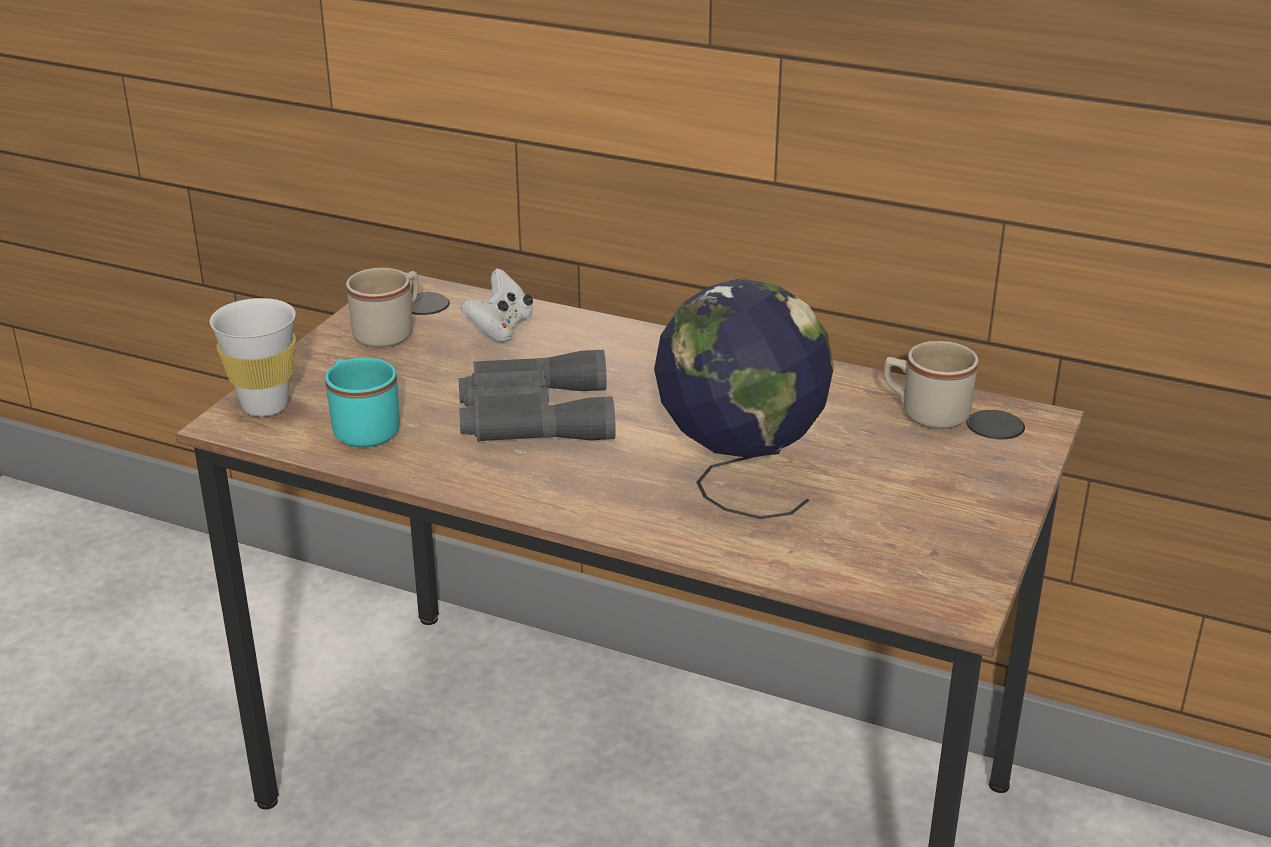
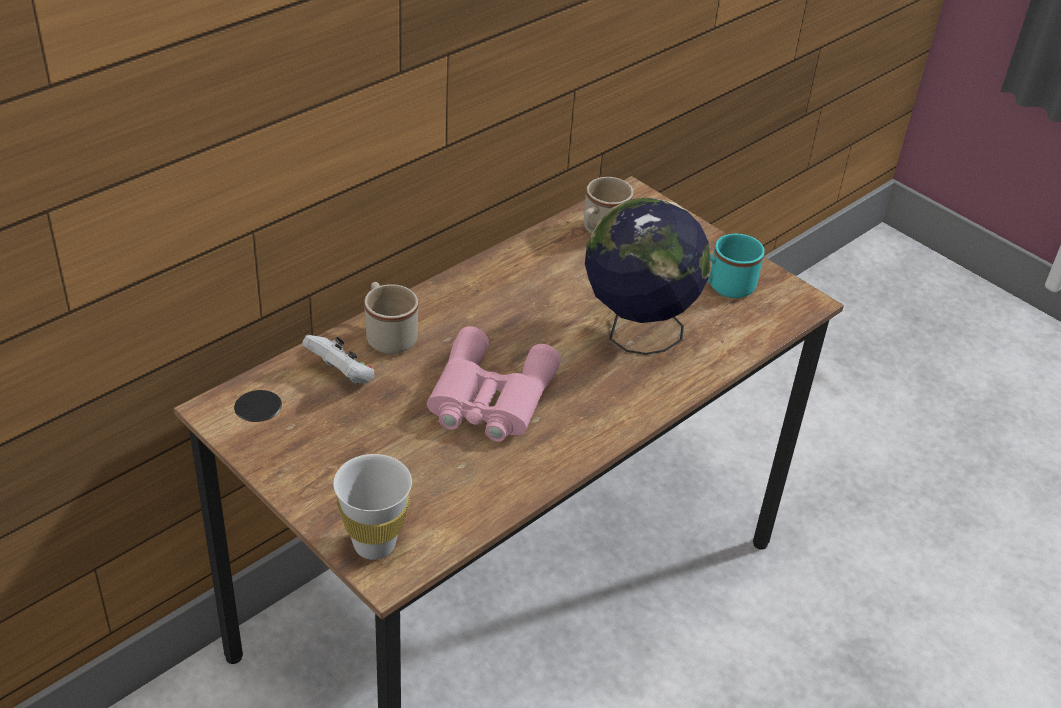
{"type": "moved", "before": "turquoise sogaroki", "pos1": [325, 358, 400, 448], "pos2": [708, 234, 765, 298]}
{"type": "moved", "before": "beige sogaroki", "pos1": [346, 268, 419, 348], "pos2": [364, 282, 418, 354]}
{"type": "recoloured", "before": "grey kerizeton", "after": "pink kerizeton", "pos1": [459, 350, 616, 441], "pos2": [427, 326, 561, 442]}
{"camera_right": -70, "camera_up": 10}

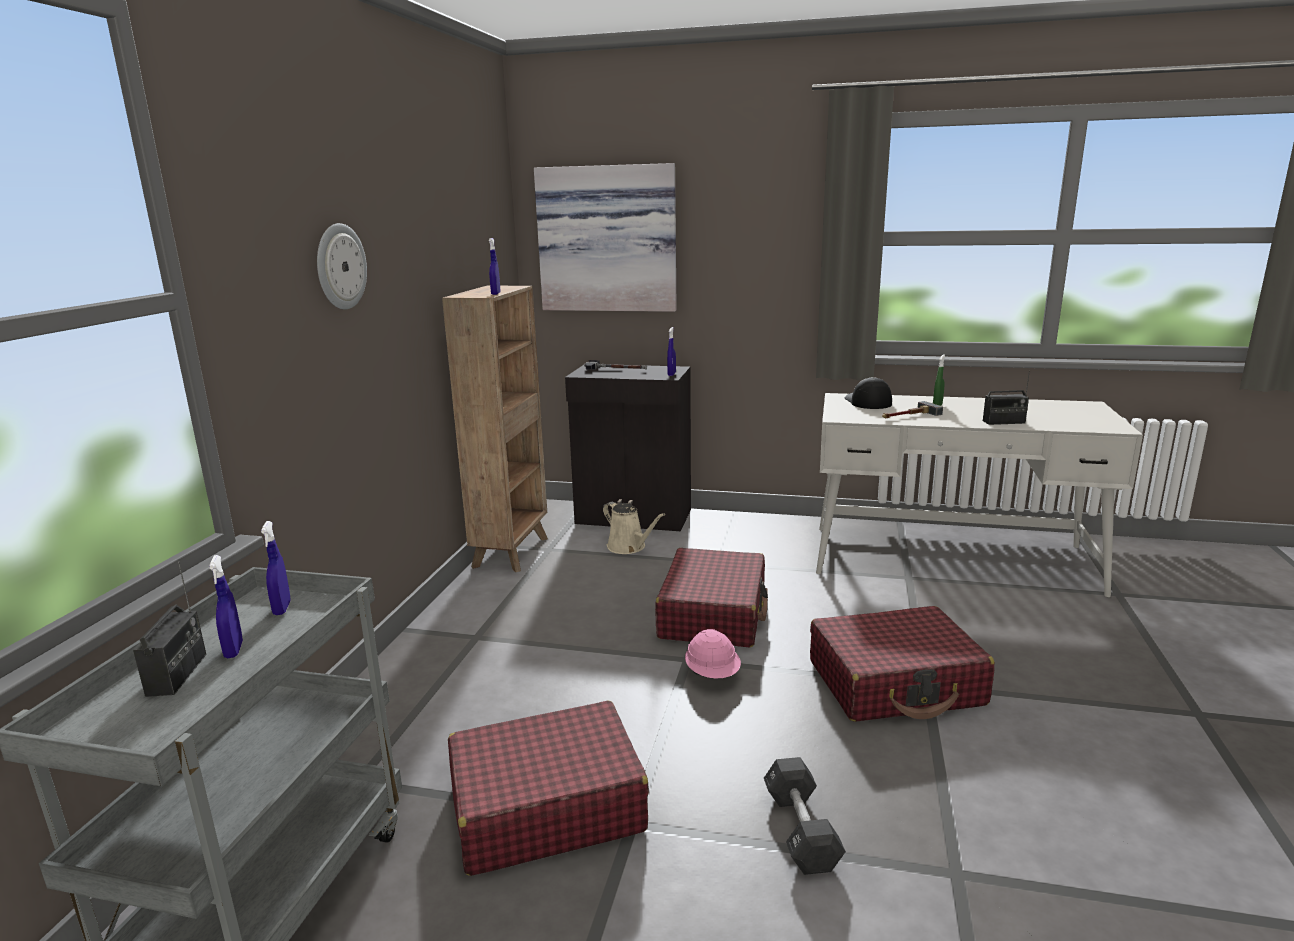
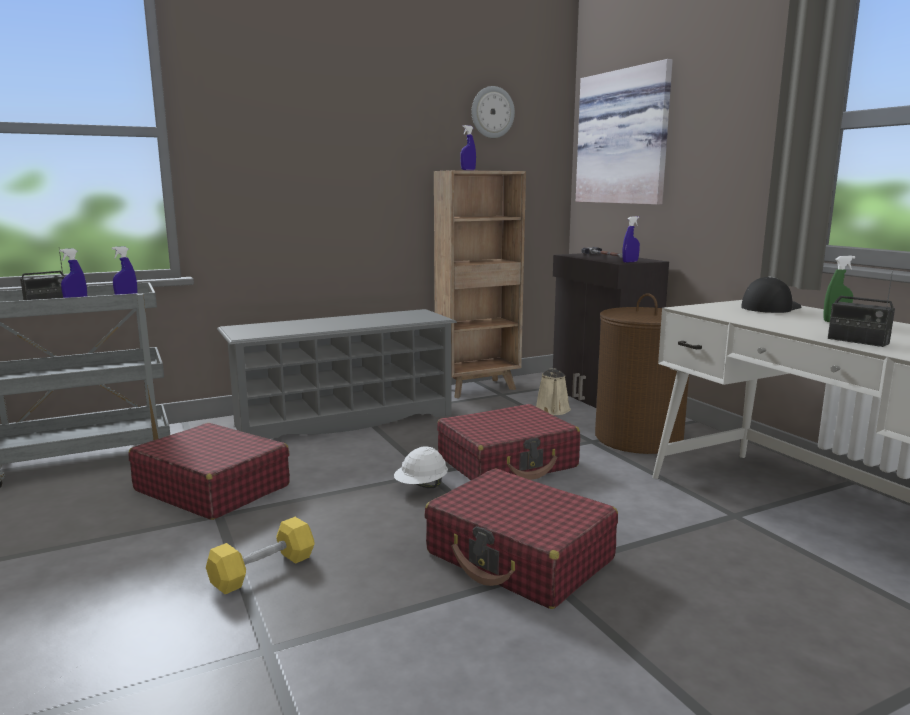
{"type": "removed", "before": "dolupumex", "pos1": [882, 401, 943, 418]}
{"type": "added", "after": "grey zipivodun", "pos2": [217, 309, 457, 439]}
{"type": "added", "after": "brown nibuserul", "pos2": [595, 293, 689, 454]}
{"type": "moved", "before": "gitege", "pos1": [317, 223, 367, 310], "pos2": [472, 86, 515, 138]}
{"type": "recoloured", "before": "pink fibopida", "after": "white fibopida", "pos1": [685, 629, 741, 678], "pos2": [394, 446, 448, 488]}
{"type": "recoloured", "before": "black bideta", "after": "yellow bideta", "pos1": [764, 757, 846, 875], "pos2": [206, 517, 315, 594]}
{"camera_right": 50, "camera_up": -5}

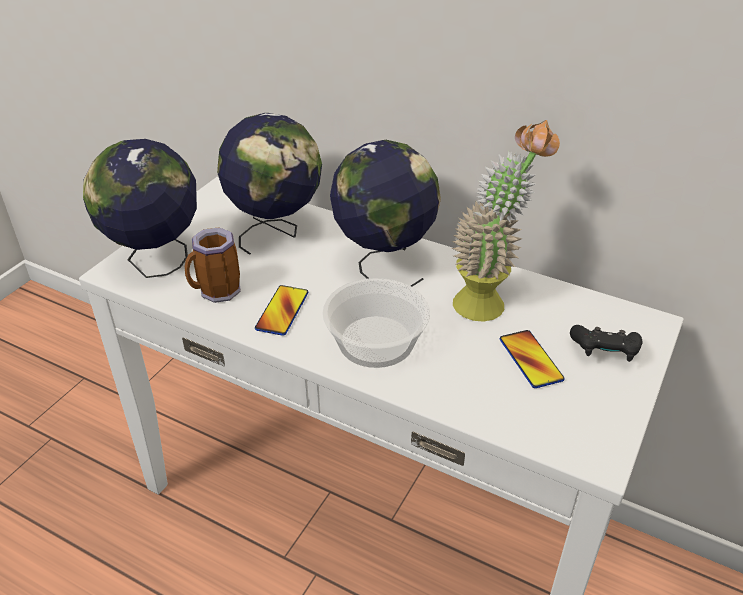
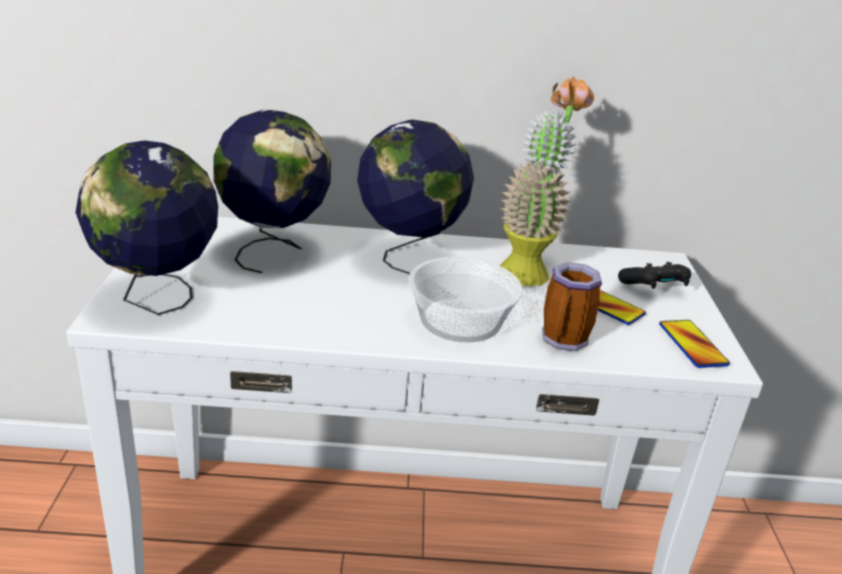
{"type": "moved", "before": "sogaroki", "pos1": [185, 228, 241, 303], "pos2": [542, 262, 602, 351]}
{"type": "moved", "before": "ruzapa", "pos1": [255, 285, 309, 336], "pos2": [659, 320, 730, 368]}
{"camera_right": -30, "camera_up": -10}

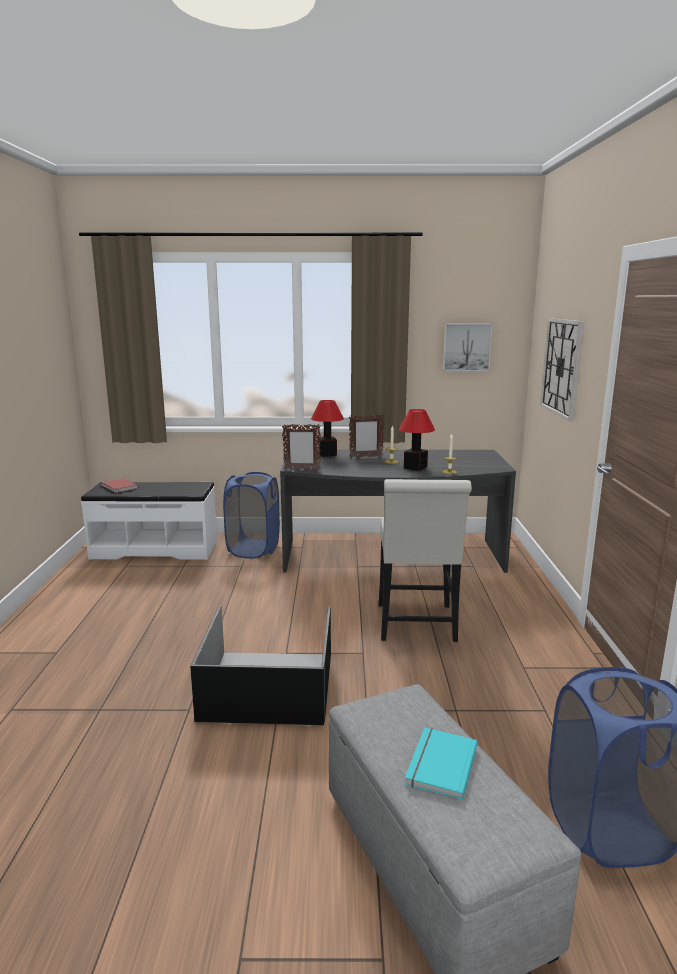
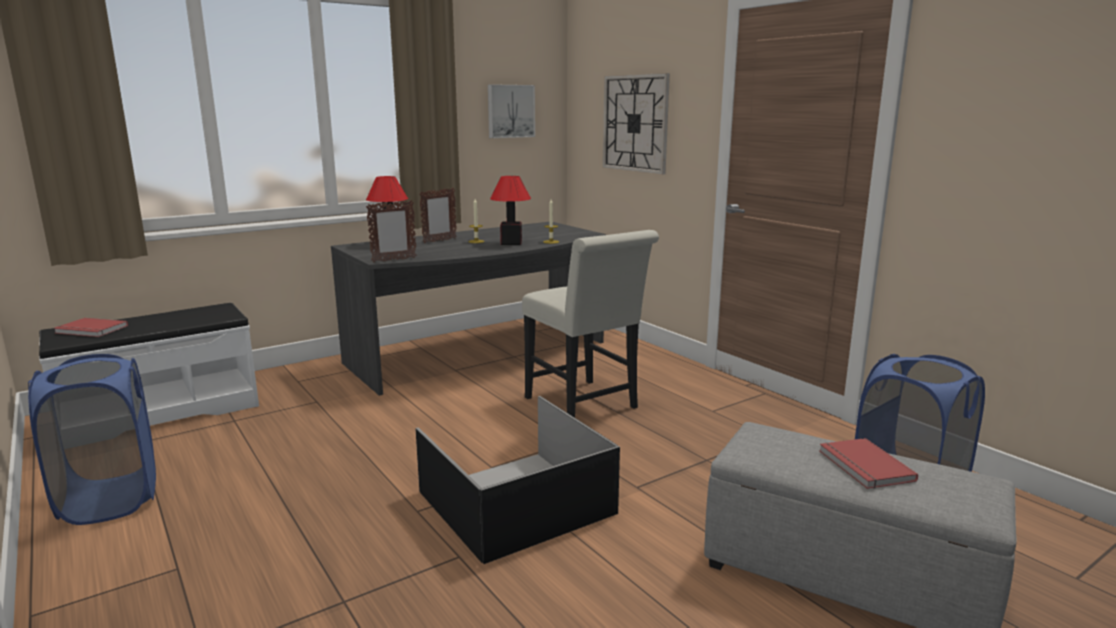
{"type": "moved", "before": "blue nibuserul", "pos1": [223, 472, 280, 558], "pos2": [28, 354, 156, 525]}
{"type": "recoloured", "before": "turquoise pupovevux", "after": "red pupovevux", "pos1": [404, 728, 477, 800], "pos2": [819, 438, 918, 489]}
{"camera_right": -35, "camera_up": 0}

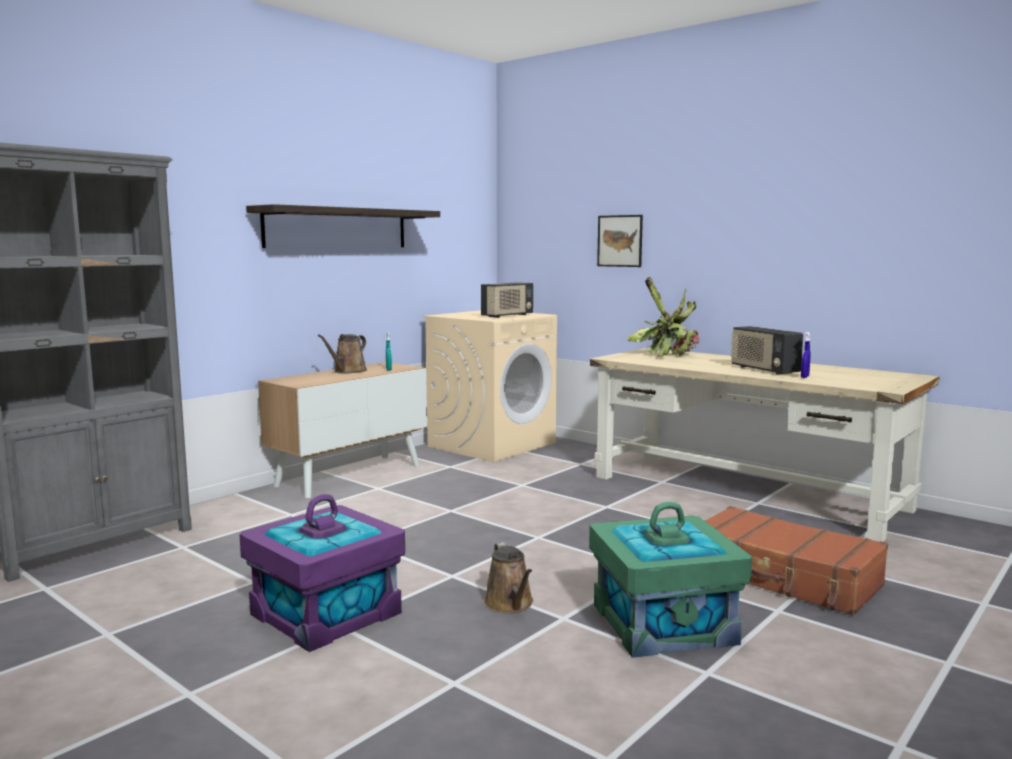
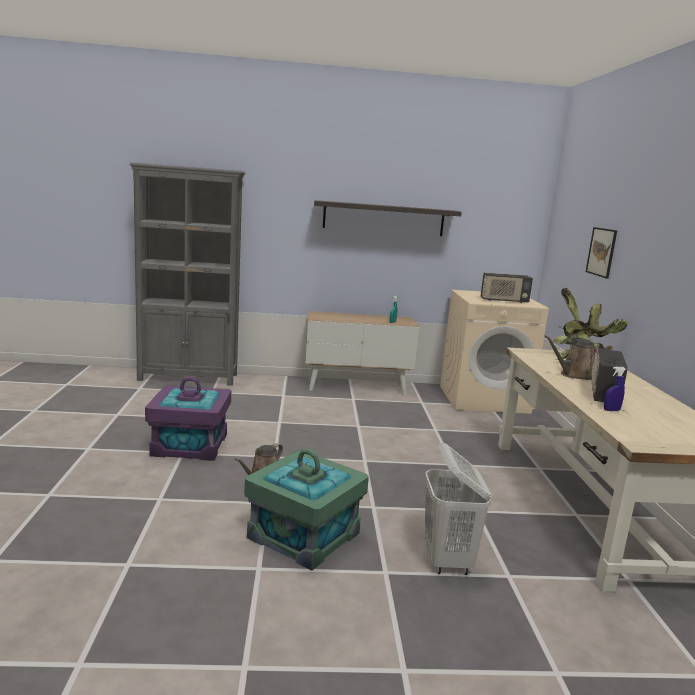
{"type": "moved", "before": "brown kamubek", "pos1": [318, 334, 367, 374], "pos2": [544, 335, 604, 380]}
{"type": "replaced", "before": "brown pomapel", "after": "white nibuserul", "pos1": [705, 506, 888, 616], "pos2": [425, 442, 491, 575]}
{"camera_right": 45, "camera_up": 5}

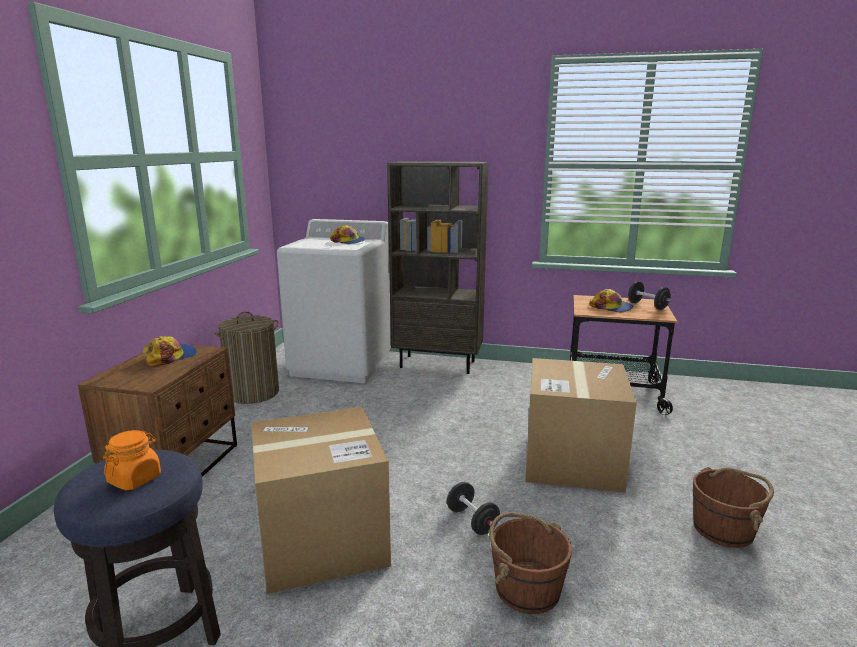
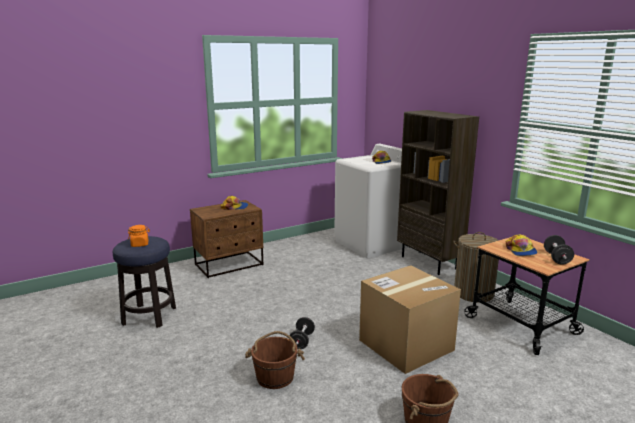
{"type": "removed", "before": "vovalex", "pos1": [251, 407, 391, 595]}
{"type": "moved", "before": "nibuserul", "pos1": [213, 311, 279, 404], "pos2": [453, 232, 499, 303]}
{"camera_right": 45, "camera_up": 0}

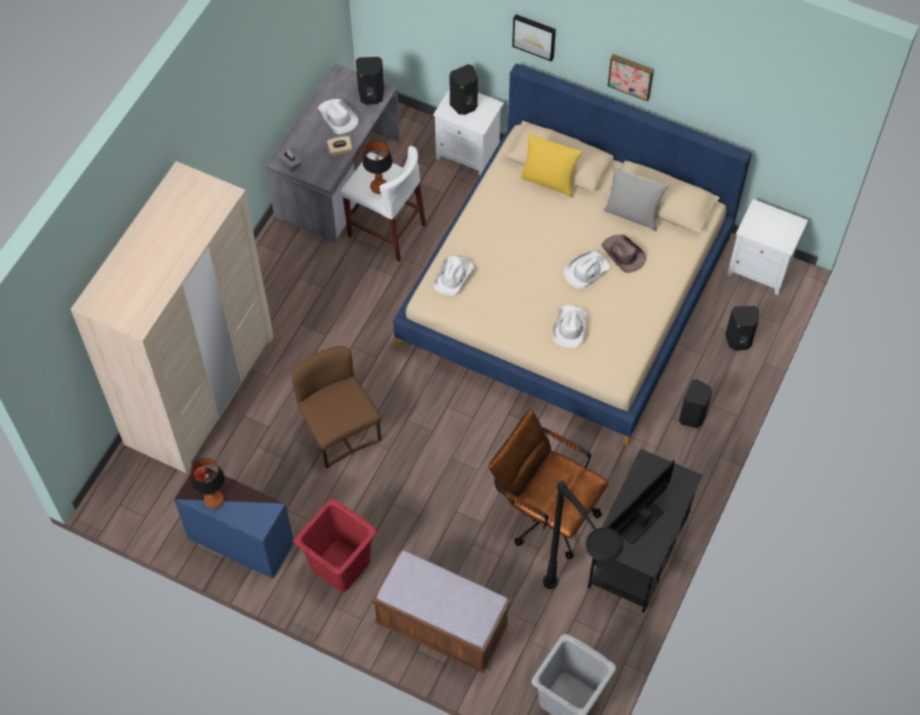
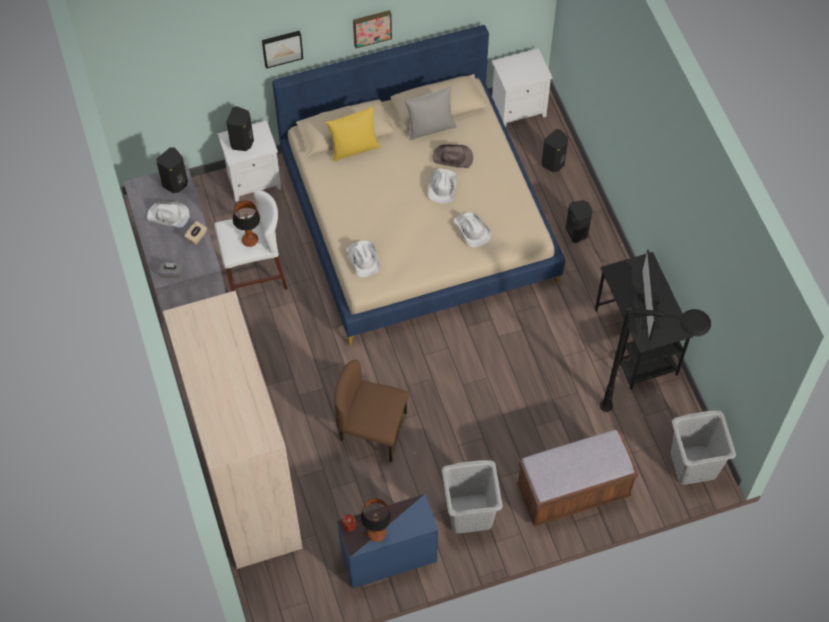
{"type": "removed", "before": "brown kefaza", "pos1": [489, 409, 608, 559]}
{"type": "recoloured", "before": "red nibuserul", "after": "grey nibuserul", "pos1": [294, 499, 377, 592], "pos2": [442, 460, 503, 533]}
{"camera_right": -45, "camera_up": 0}

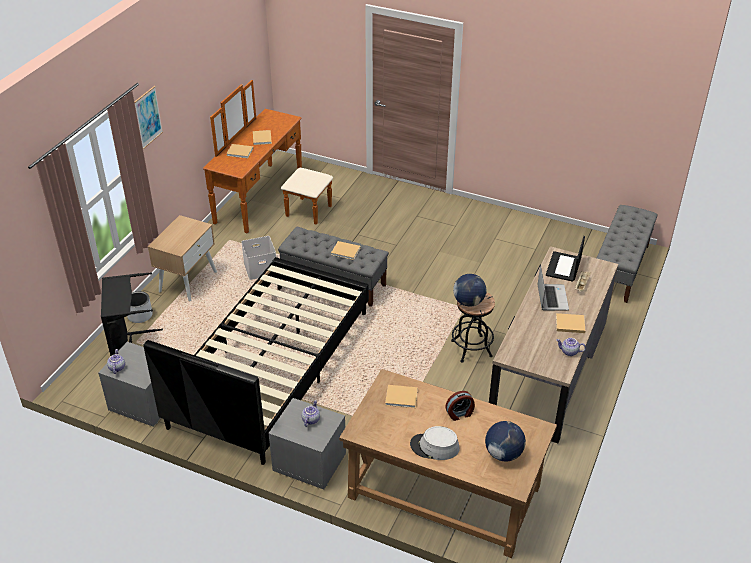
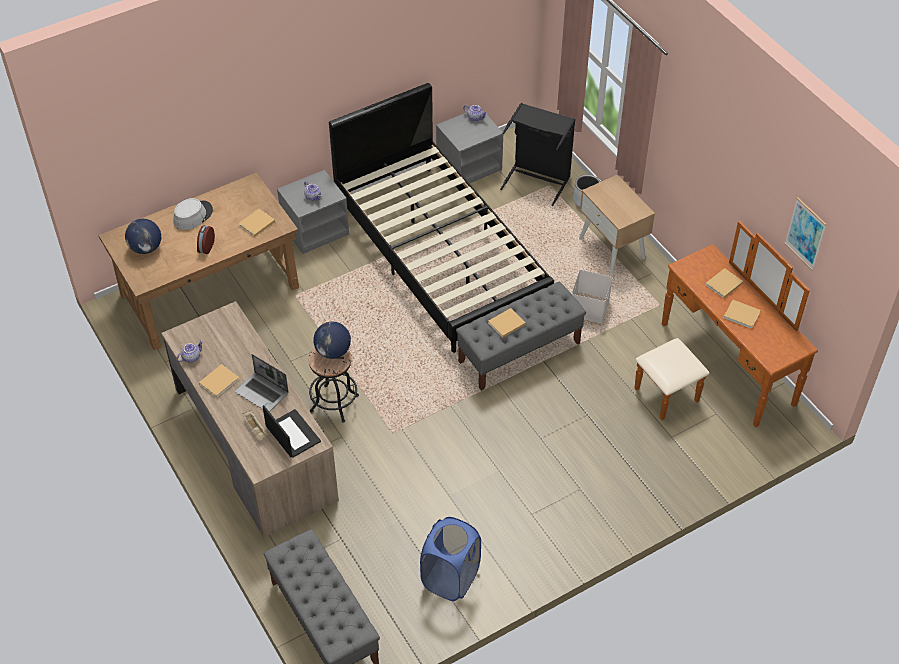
{"type": "added", "after": "blue nibuserul", "pos2": [420, 517, 481, 601]}
{"type": "moved", "before": "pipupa", "pos1": [134, 86, 163, 149], "pos2": [784, 197, 827, 270]}
{"camera_right": 125, "camera_up": 10}

